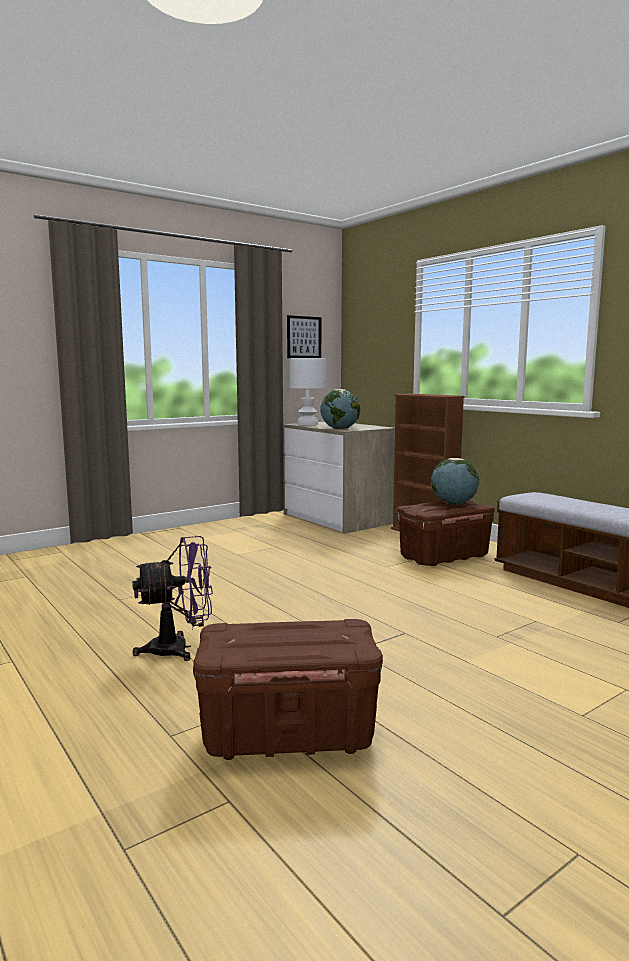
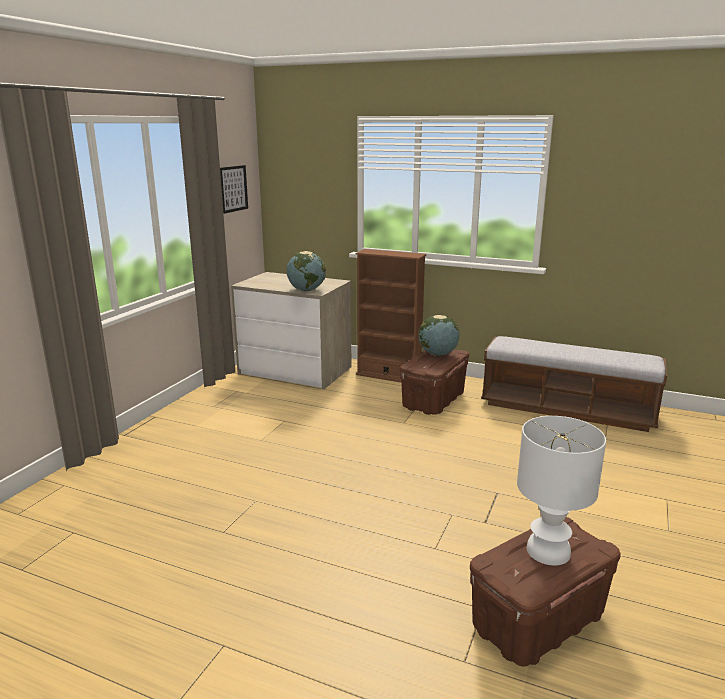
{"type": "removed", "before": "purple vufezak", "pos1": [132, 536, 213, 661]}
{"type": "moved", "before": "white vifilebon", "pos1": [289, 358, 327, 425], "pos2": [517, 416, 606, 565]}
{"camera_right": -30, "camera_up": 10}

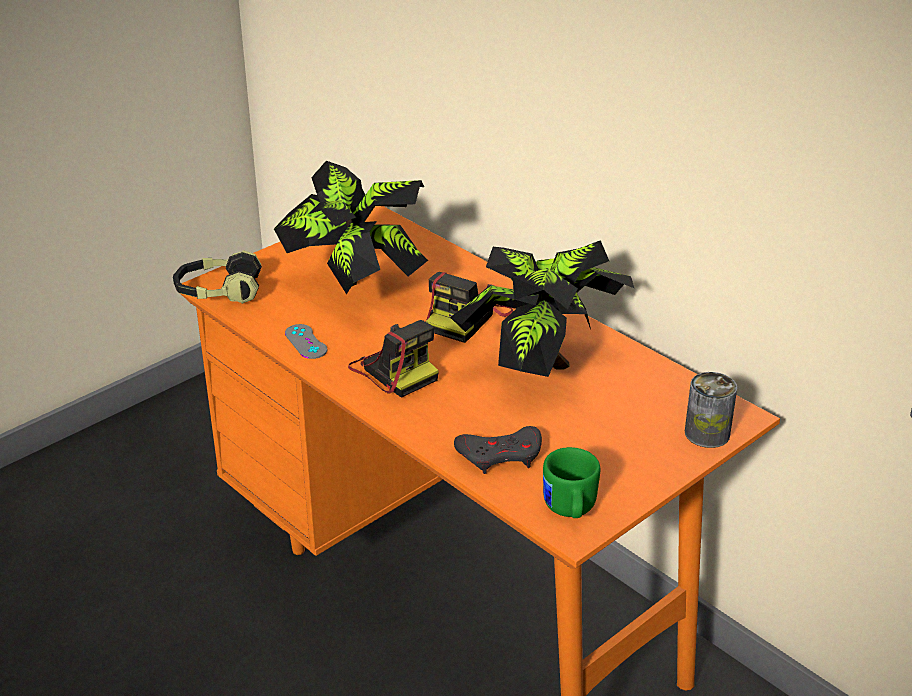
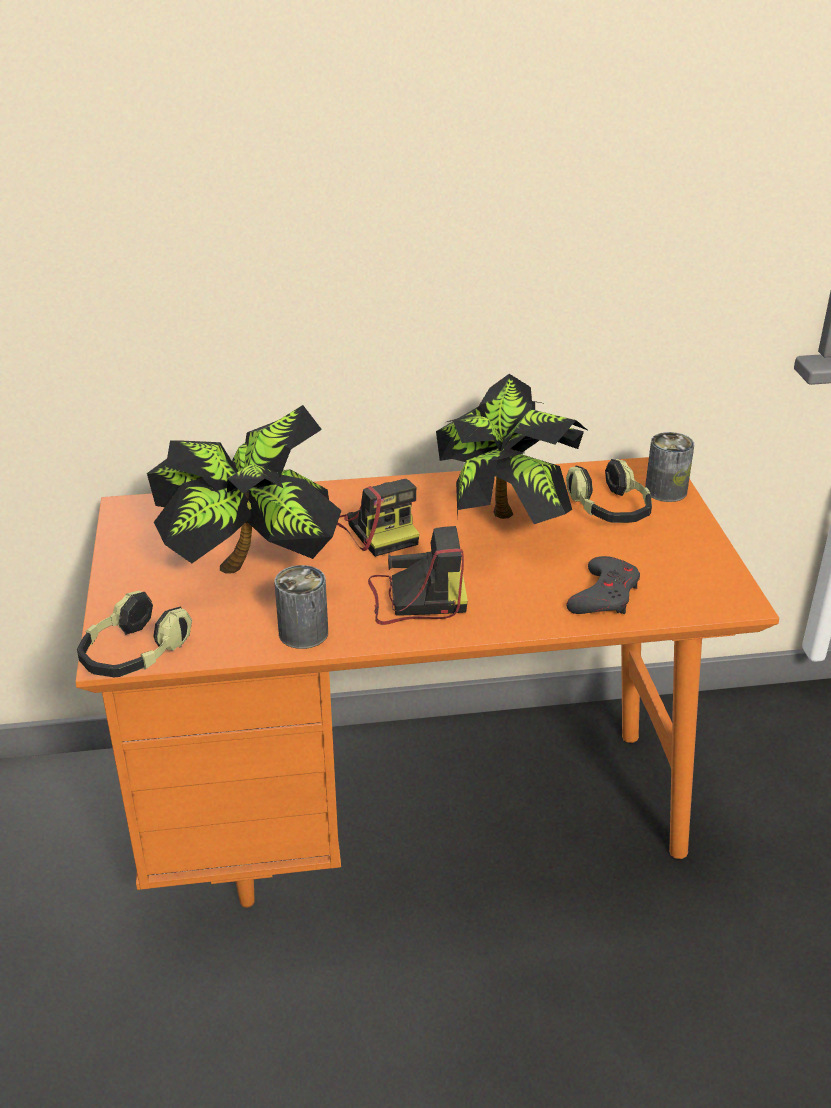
{"type": "removed", "before": "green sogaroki", "pos1": [543, 447, 600, 518]}
{"type": "added", "after": "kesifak", "pos2": [566, 459, 652, 523]}
{"type": "replaced", "before": "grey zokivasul", "after": "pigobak", "pos1": [285, 324, 327, 359], "pos2": [274, 565, 328, 649]}
{"camera_right": -55, "camera_up": 0}

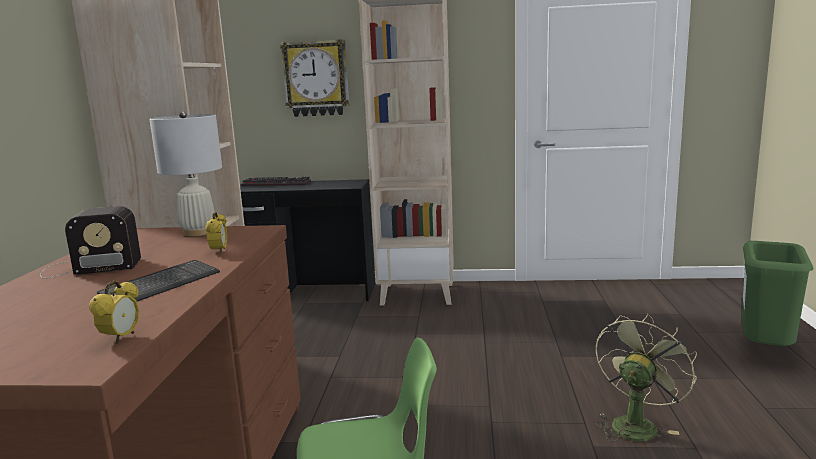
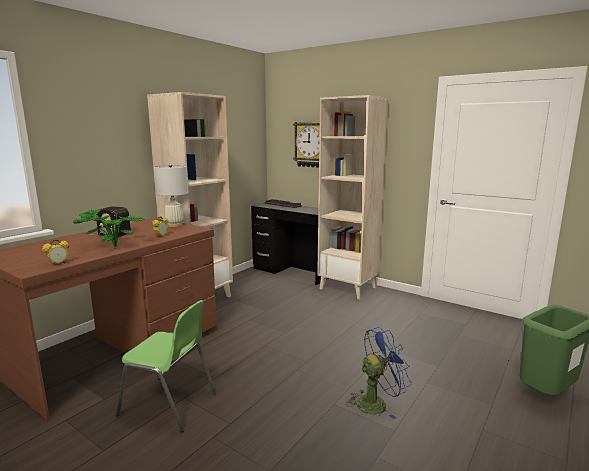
{"type": "replaced", "before": "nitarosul", "after": "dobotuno", "pos1": [97, 260, 220, 302], "pos2": [72, 209, 145, 247]}
{"type": "recoloured", "before": "green vufezak", "after": "blue vufezak", "pos1": [596, 313, 697, 442], "pos2": [346, 327, 412, 420]}
{"camera_right": 30, "camera_up": 0}

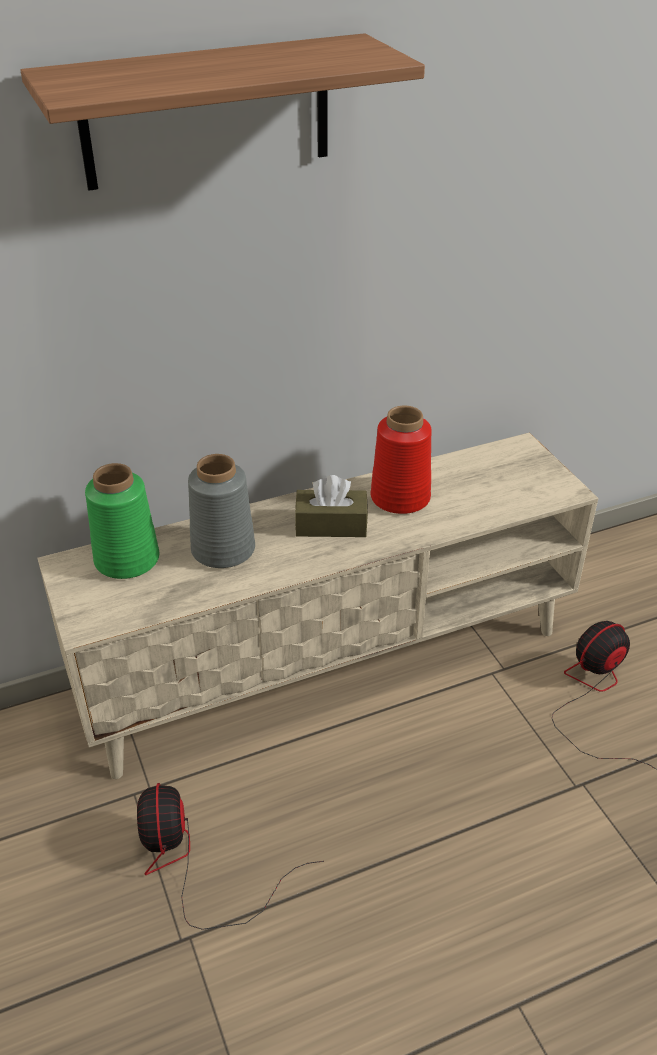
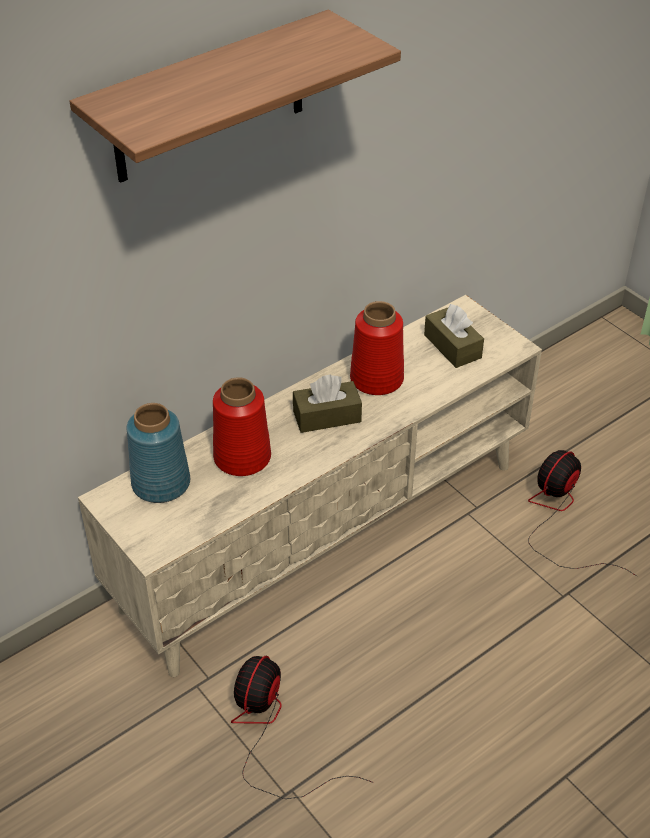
{"type": "added", "after": "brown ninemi", "pos2": [424, 304, 484, 368]}
{"type": "recoloured", "before": "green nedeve", "after": "blue nedeve", "pos1": [85, 463, 159, 579], "pos2": [127, 403, 190, 503]}
{"type": "recoloured", "before": "grey nedeve", "after": "red nedeve", "pos1": [188, 454, 255, 568], "pos2": [213, 377, 271, 476]}
{"type": "turned", "before": "vufezak", "pos1": [137, 783, 324, 930], "pos2": [231, 656, 373, 799], "turn": 45}
{"camera_right": -15, "camera_up": 5}

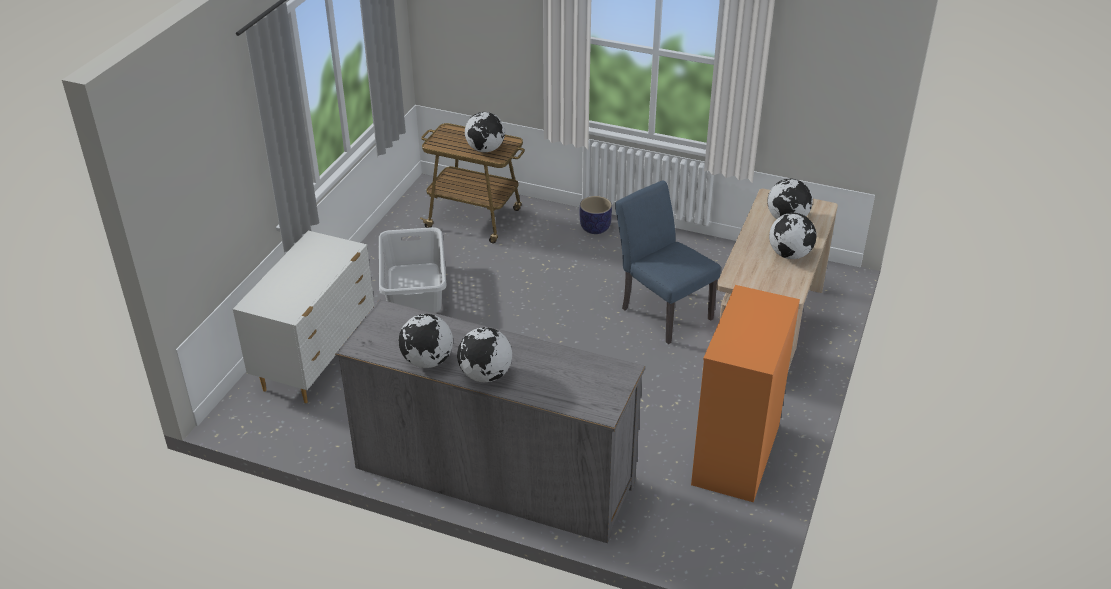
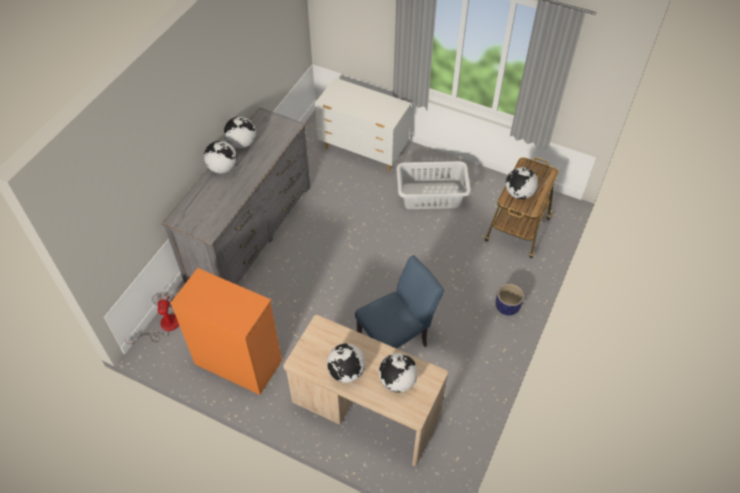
{"type": "added", "after": "vufezak", "pos2": [125, 292, 179, 344]}
{"camera_right": 95, "camera_up": 15}

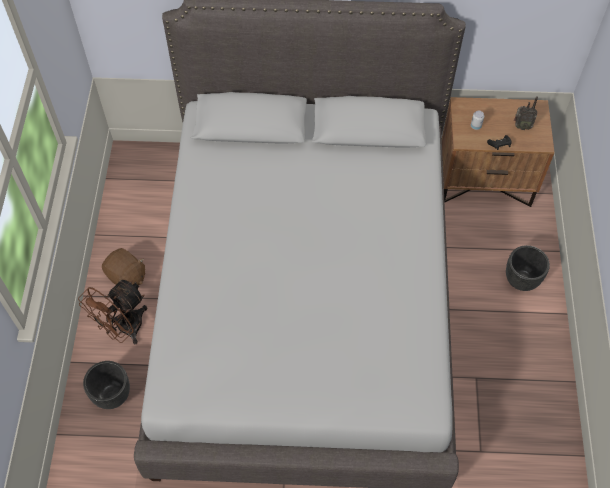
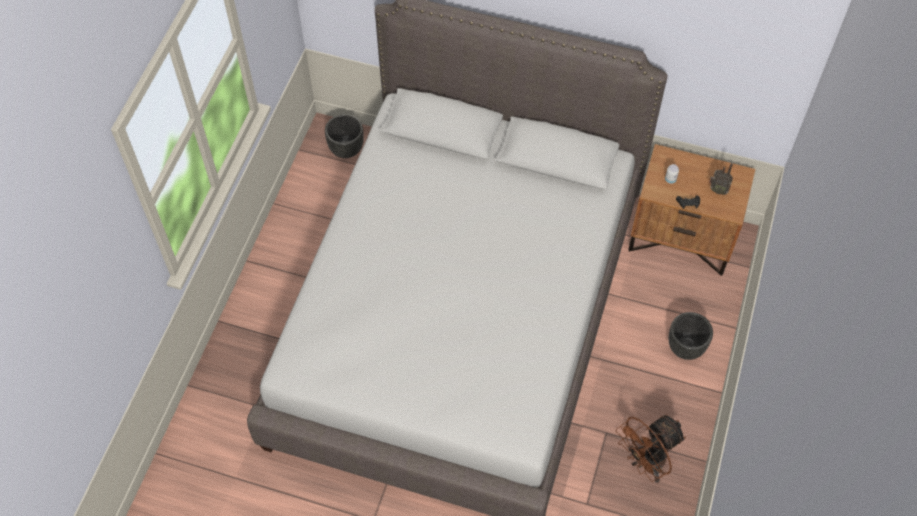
{"type": "removed", "before": "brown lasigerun", "pos1": [102, 248, 145, 286]}
{"type": "moved", "before": "brown vufezak", "pos1": [78, 279, 147, 344], "pos2": [616, 415, 686, 483]}
{"type": "moved", "before": "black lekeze", "pos1": [83, 361, 130, 409], "pos2": [325, 114, 364, 158]}
{"camera_right": 15, "camera_up": 0}

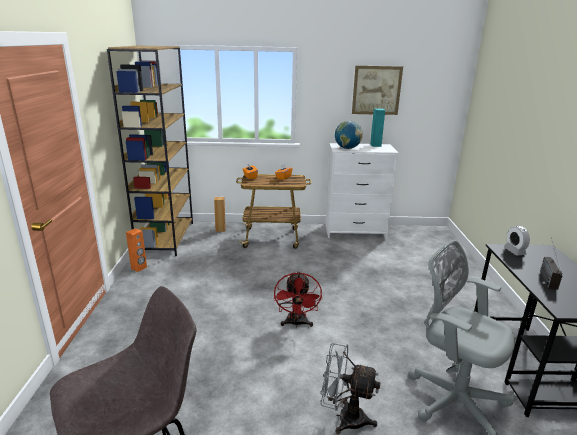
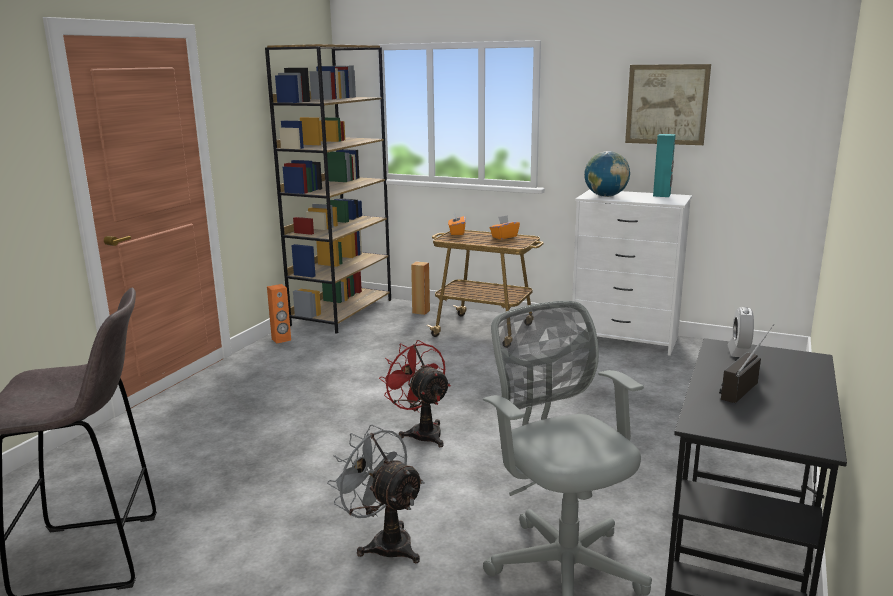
{"type": "turned", "before": "red vufezak", "pos1": [274, 271, 322, 328], "pos2": [379, 340, 451, 447], "turn": 120}
{"camera_right": 25, "camera_up": -5}

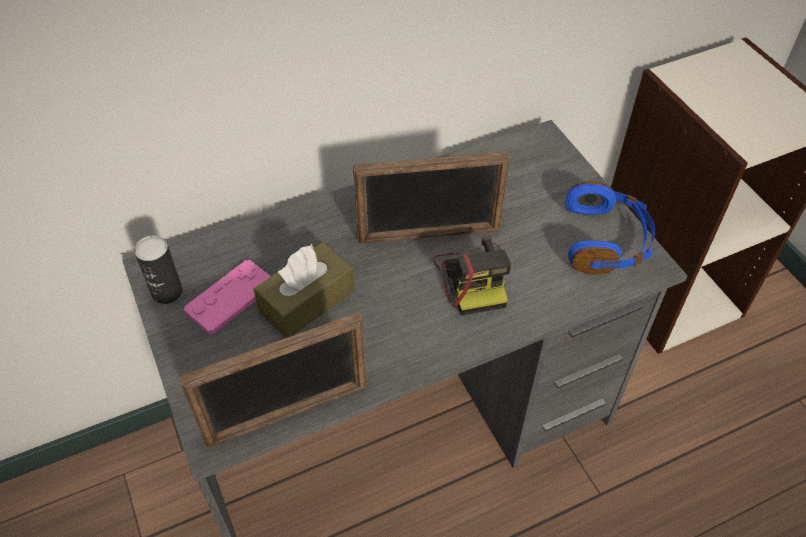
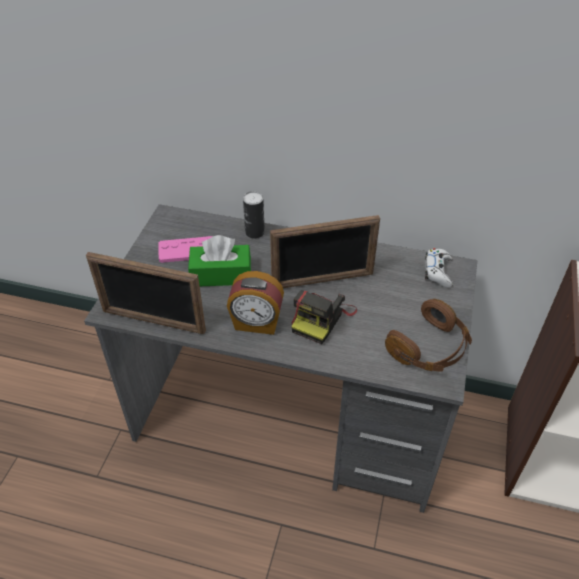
{"type": "added", "after": "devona", "pos2": [227, 271, 284, 335]}
{"type": "added", "after": "white zokivasul", "pos2": [425, 248, 453, 288]}
{"type": "moved", "before": "pigobak", "pos1": [134, 235, 183, 304], "pos2": [243, 191, 265, 239]}
{"type": "recoloured", "before": "brown ninemi", "after": "green ninemi", "pos1": [254, 242, 355, 338], "pos2": [188, 235, 251, 286]}
{"type": "recoloured", "before": "blue kesifak", "after": "brown kesifak", "pos1": [566, 181, 655, 275], "pos2": [385, 299, 472, 372]}
{"type": "turned", "before": "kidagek", "pos1": [353, 152, 510, 244], "pos2": [270, 215, 380, 288], "turn": -45}
{"camera_right": 40, "camera_up": -5}

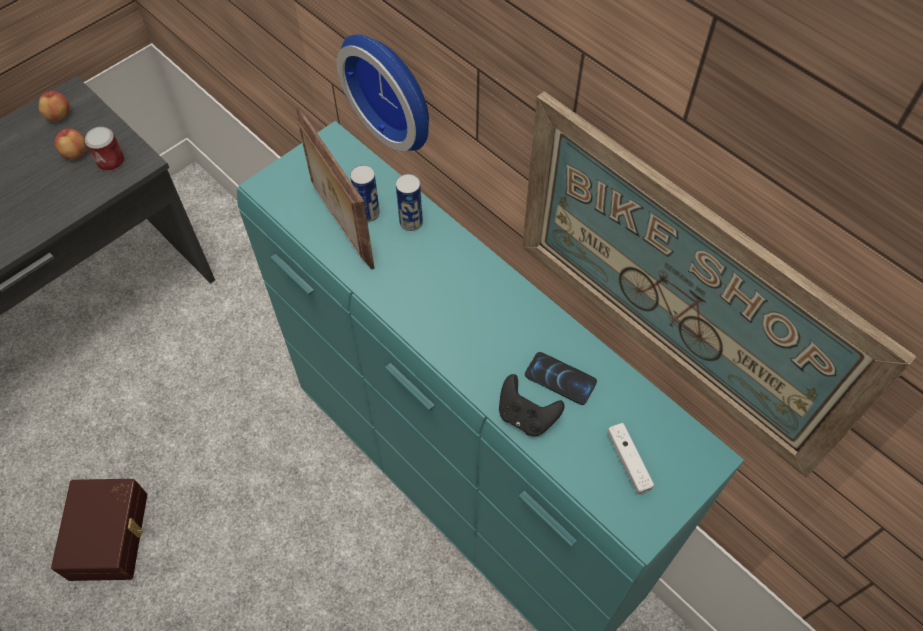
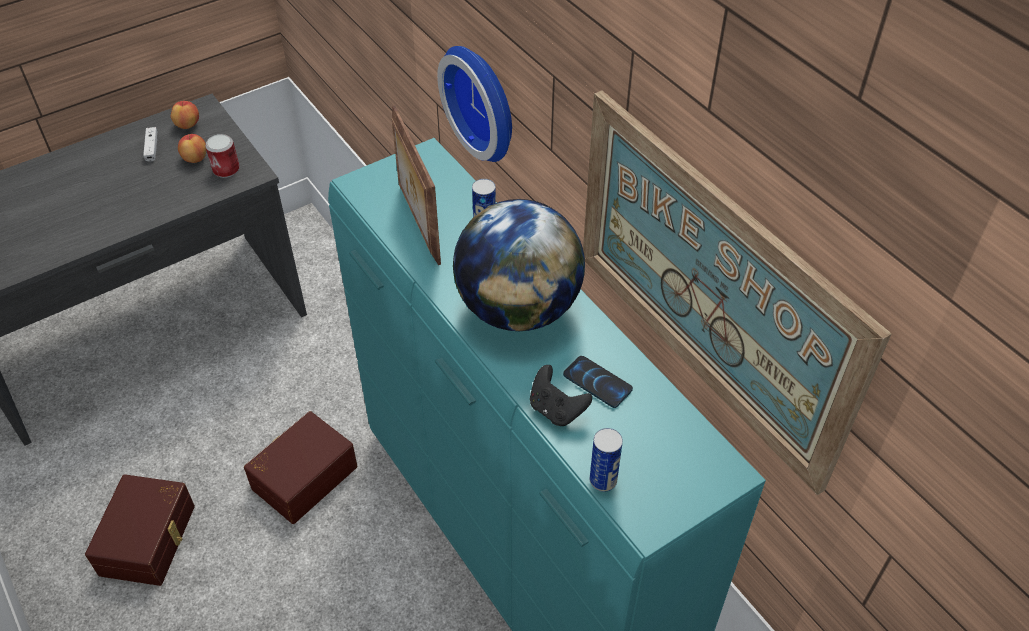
{"type": "added", "after": "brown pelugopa", "pos2": [244, 411, 357, 524]}
{"type": "added", "after": "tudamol", "pos2": [453, 199, 585, 331]}
{"type": "moved", "before": "pigobak", "pos1": [350, 165, 380, 222], "pos2": [590, 428, 623, 492]}
{"type": "moved", "before": "white zokivasul", "pos1": [607, 423, 654, 494], "pos2": [143, 127, 158, 161]}
{"camera_right": 10, "camera_up": -10}

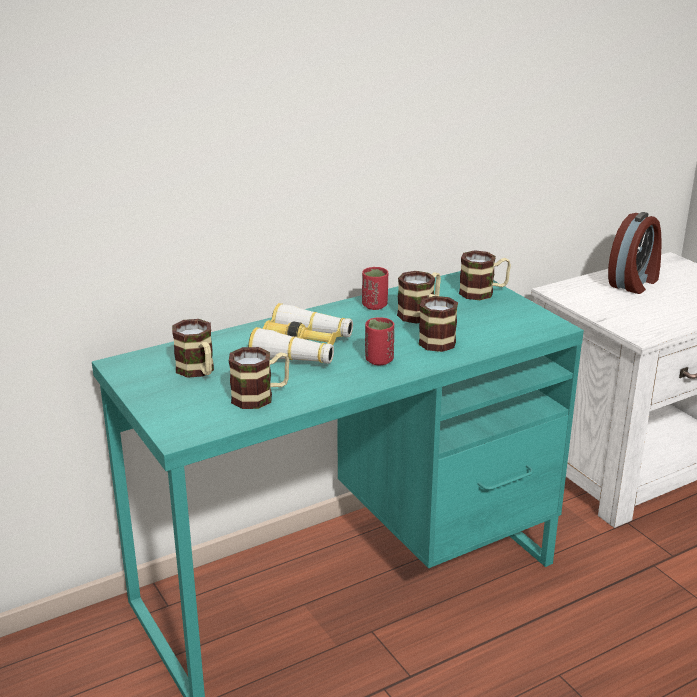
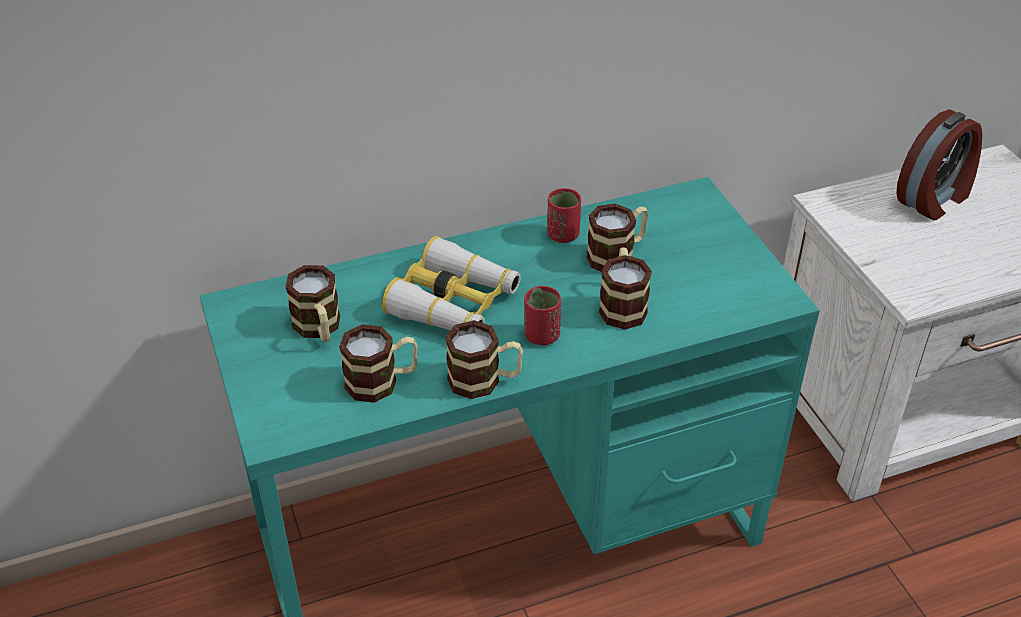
{"type": "moved", "before": "sogaroki", "pos1": [459, 250, 511, 300], "pos2": [445, 320, 523, 399]}
{"camera_right": 10, "camera_up": 15}

